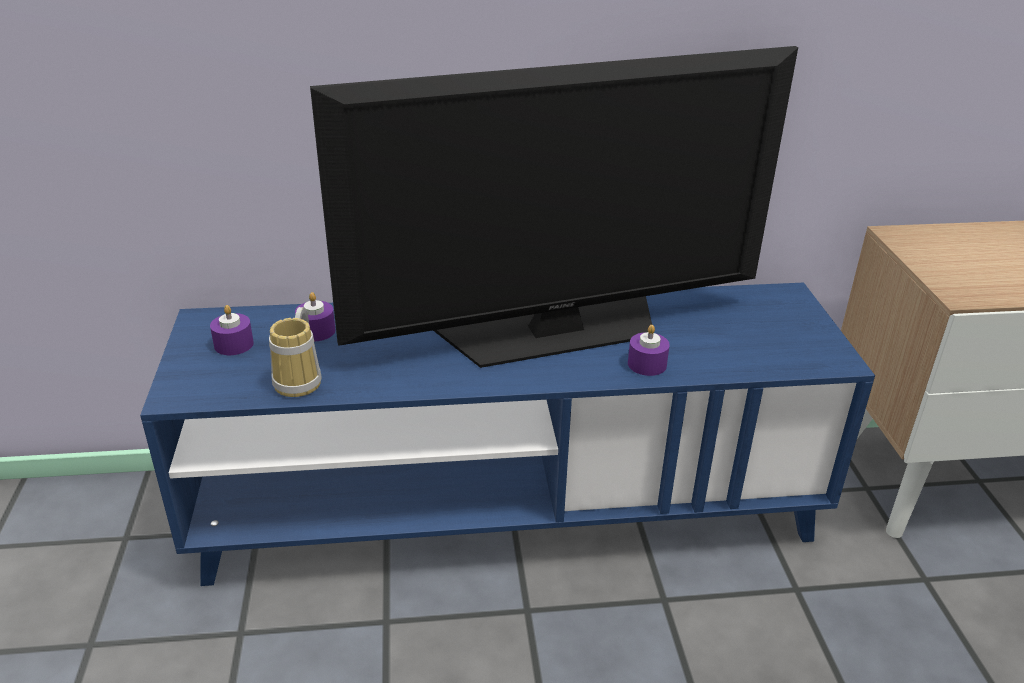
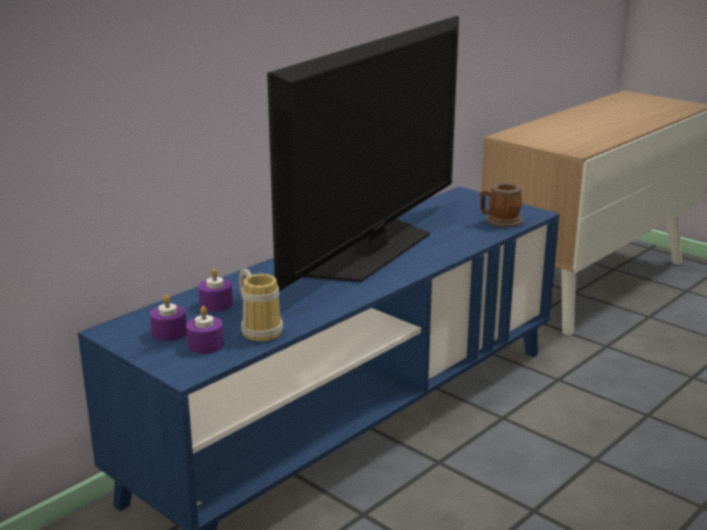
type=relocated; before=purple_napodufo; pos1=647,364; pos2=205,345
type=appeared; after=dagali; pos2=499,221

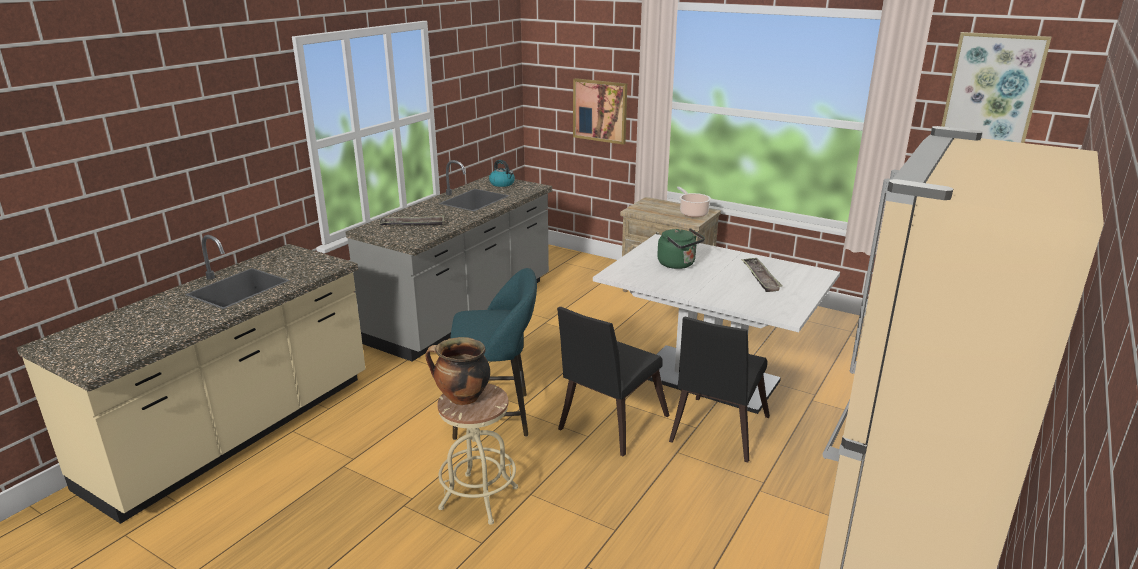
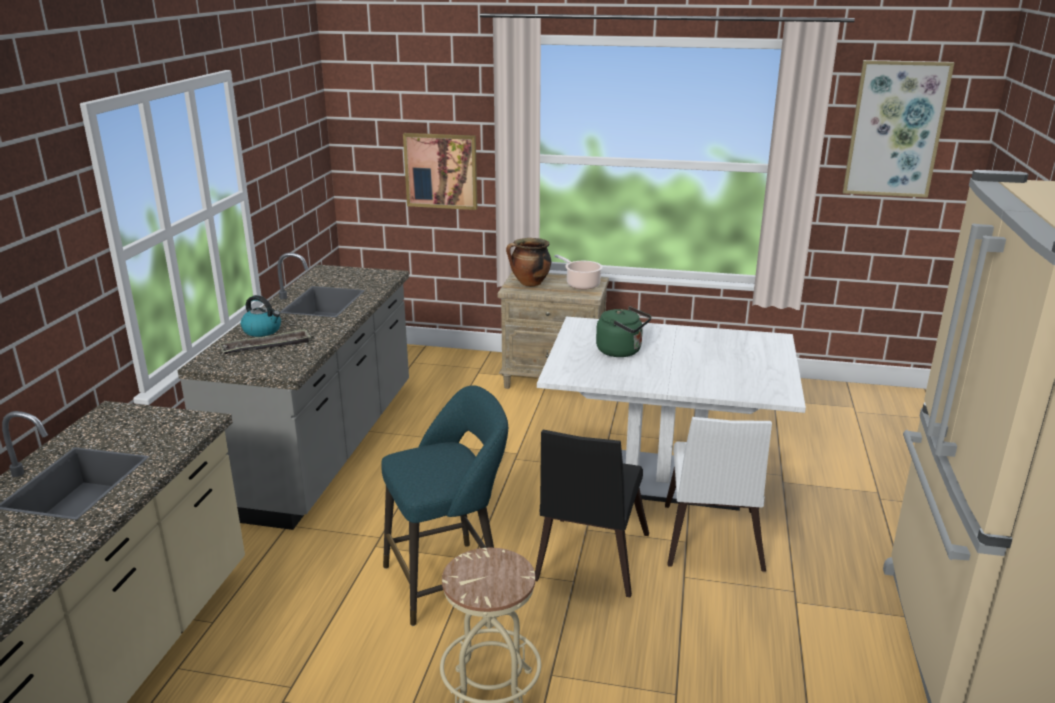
type=relocated; before=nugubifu; pos1=502,184; pos2=263,331
type=relocated; before=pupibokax; pos1=462,398; pos2=529,284
type=colour; before=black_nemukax; after=white_nemukax; pos1=716,432; pos2=710,542
type=missing; before=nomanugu; pos1=760,277

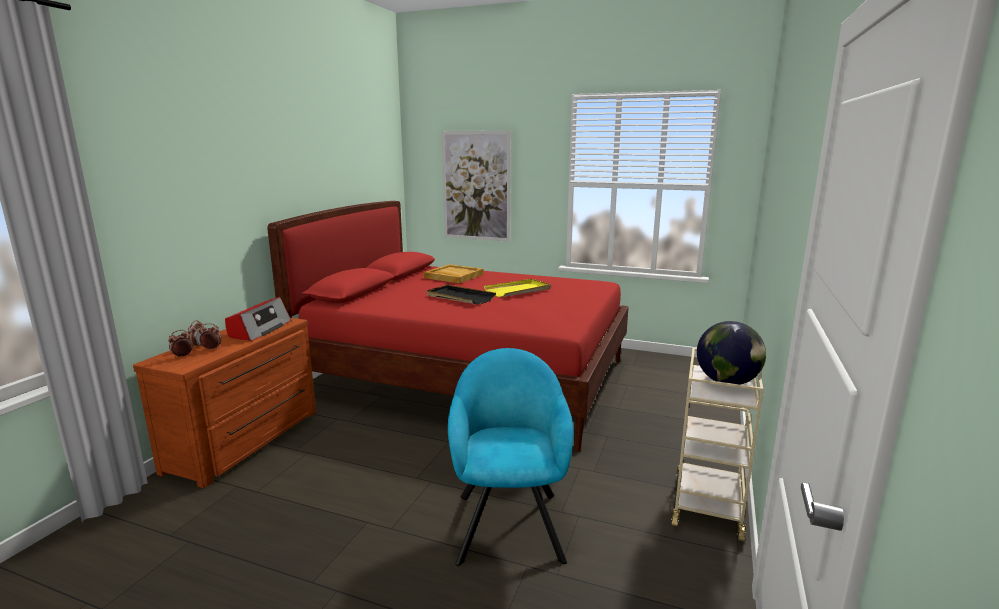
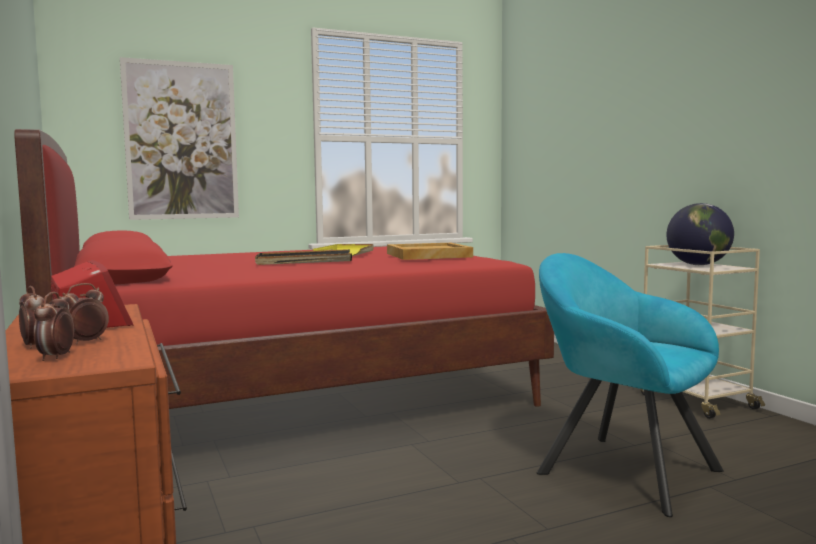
type=relocated; before=beige_nomanugu; pos1=453,276; pos2=428,255

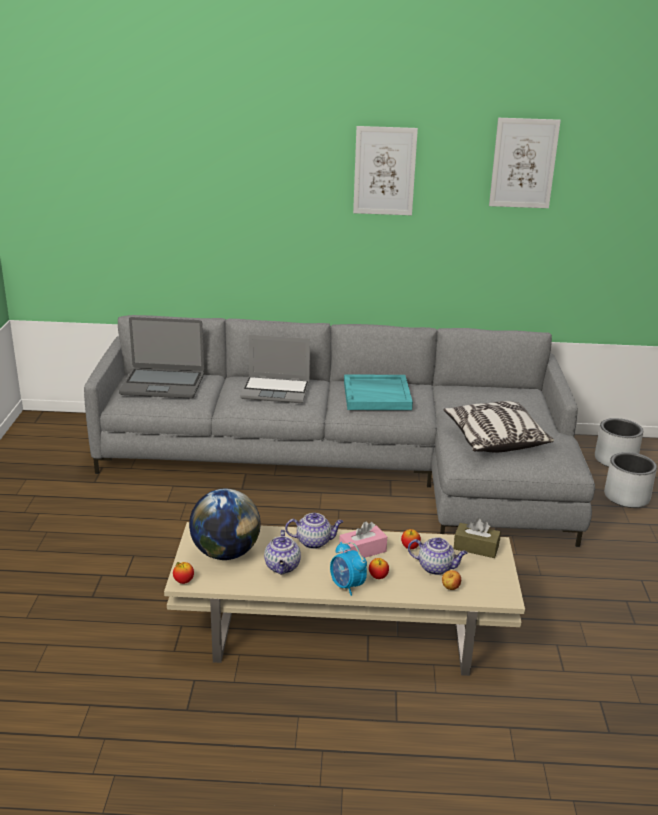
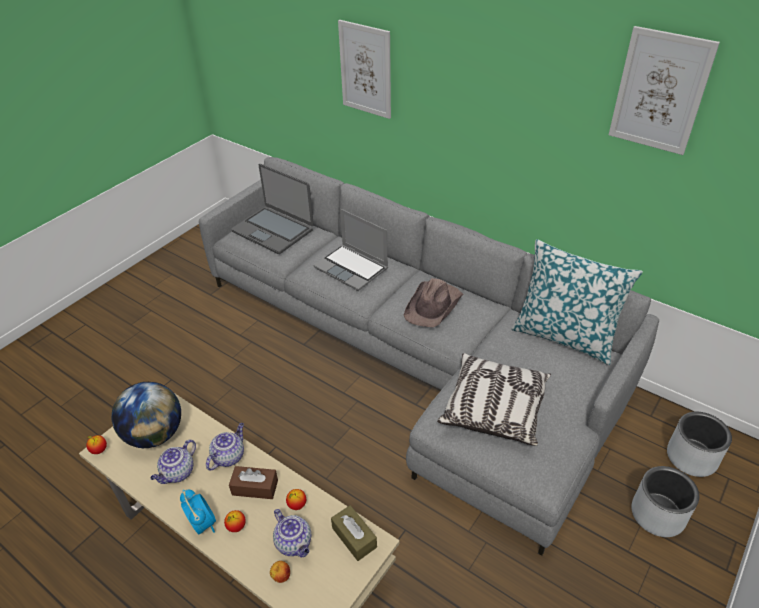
type=spun; before=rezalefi; pos1=347,586; pos2=202,523; turn=150
type=spun; before=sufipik; pos1=314,542; pos2=229,456; turn=-90
type=colour; before=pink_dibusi; after=brown_dibusi; pos1=362,551; pos2=255,487
type=relocated; before=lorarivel; pos1=384,171; pos2=365,69
type=exchanged; before=turquoise_nomanugu; after=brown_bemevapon; pos1=377,395; pos2=434,305
type=appeared; after=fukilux; pos2=564,336

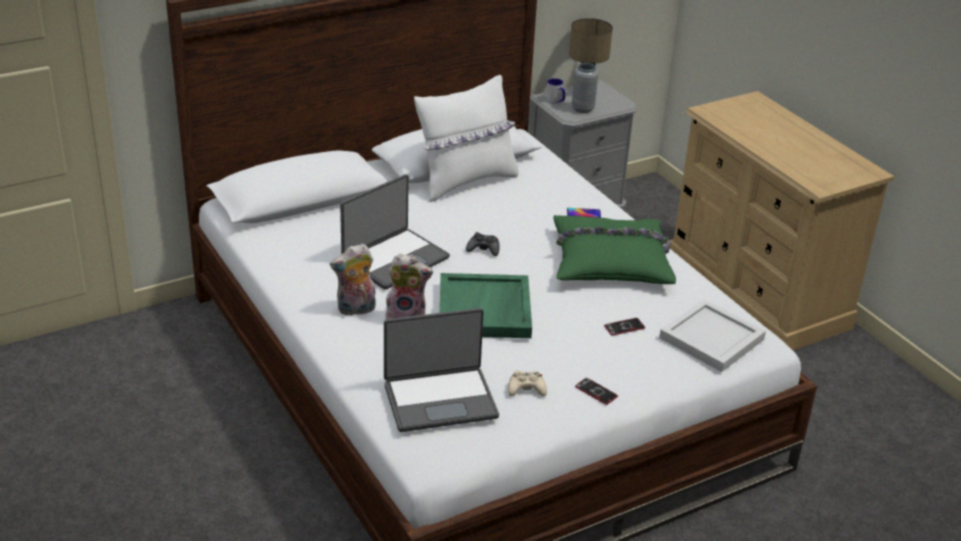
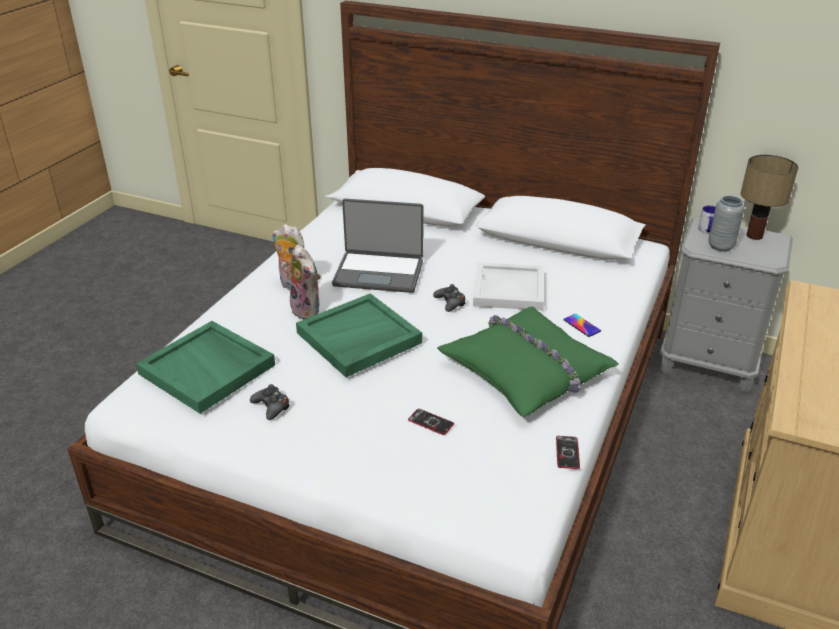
type=exchanged; before=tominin; after=green_nomanugu; pos1=440,399; pos2=208,369
type=colour; before=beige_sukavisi; after=black_sukavisi; pos1=526,389; pos2=271,407
type=relocated; before=white_nomanugu; pos1=711,337; pos2=510,289
type=relocated; before=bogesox; pos1=596,392; pos2=567,453
type=missing; before=white_fukilux; pos1=466,181

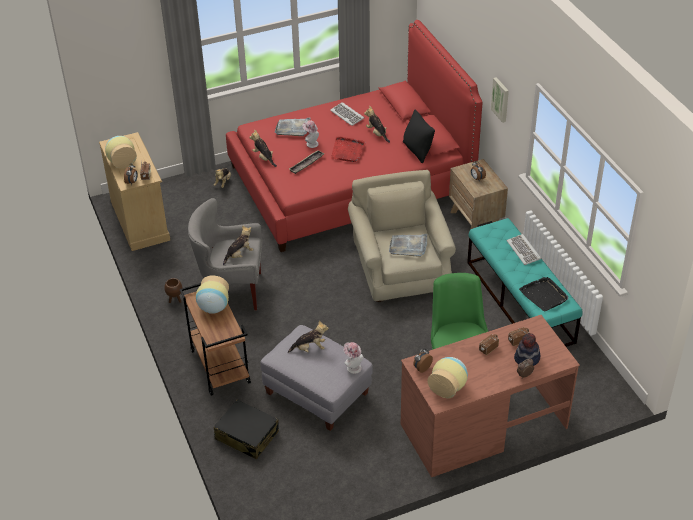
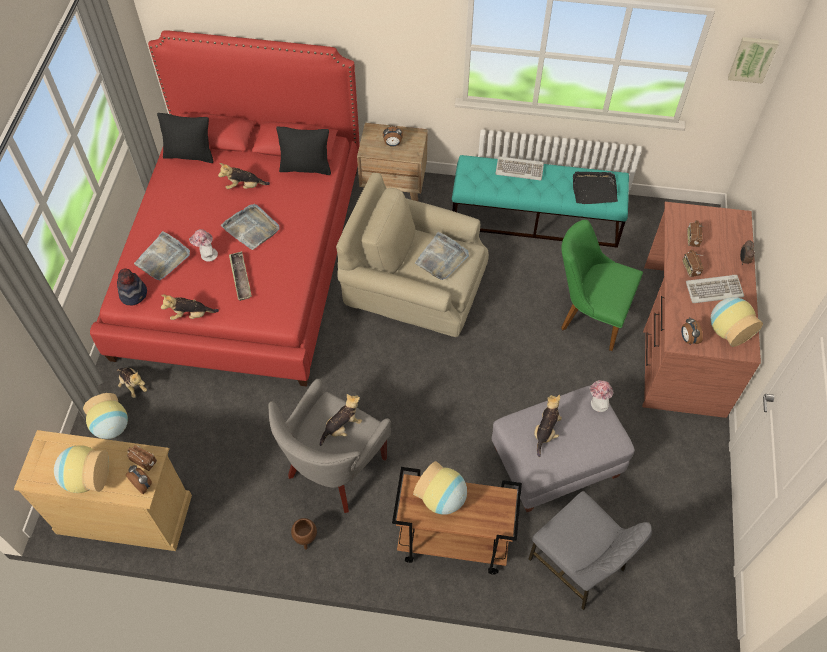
type=appeared; after=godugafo; pos2=111,427
type=relocated; before=bemevapon; pos1=527,358; pos2=134,293
type=appeared; after=black_fukilux; pos2=190,155
type=colour; before=red_nomanugu; after=grey_nomanugu; pos1=347,151; pos2=252,228
type=spun; before=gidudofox; pos1=239,255; pos2=342,427; turn=60
type=exchanged; before=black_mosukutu; after=grey_nemukax; pos1=247,435; pos2=578,564
type=relocated; before=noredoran; pos1=347,115; pos2=714,290
type=relocated; before=lorarivel; pos1=501,99; pos2=752,59

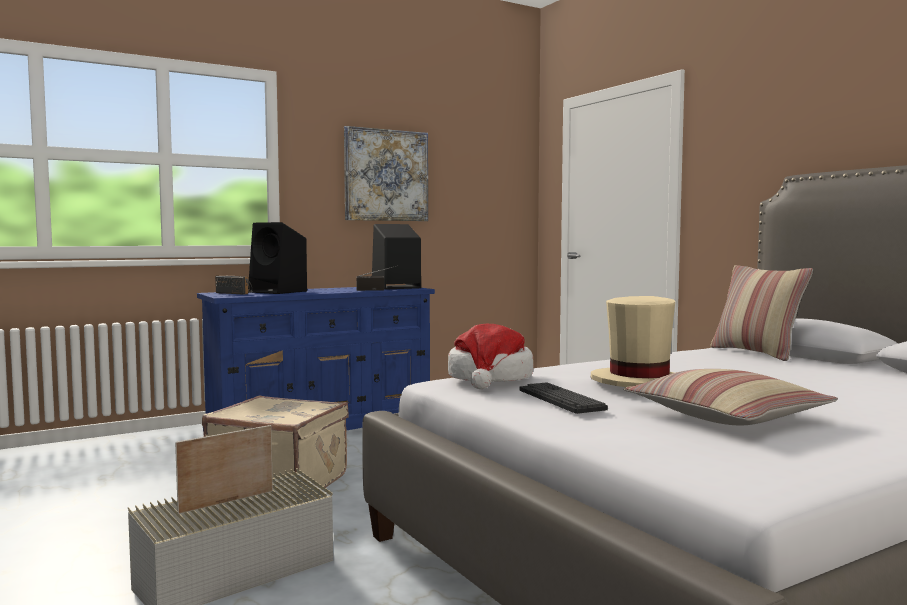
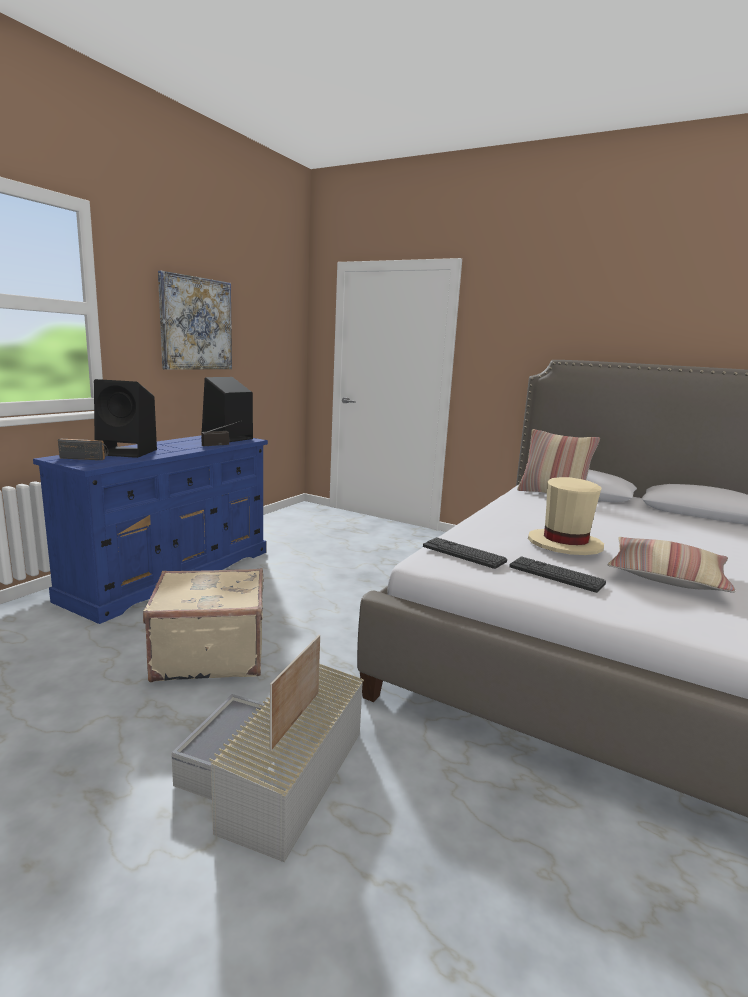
type=exchanged; before=bemevapon; after=noredoran; pos1=490,378; pos2=463,554

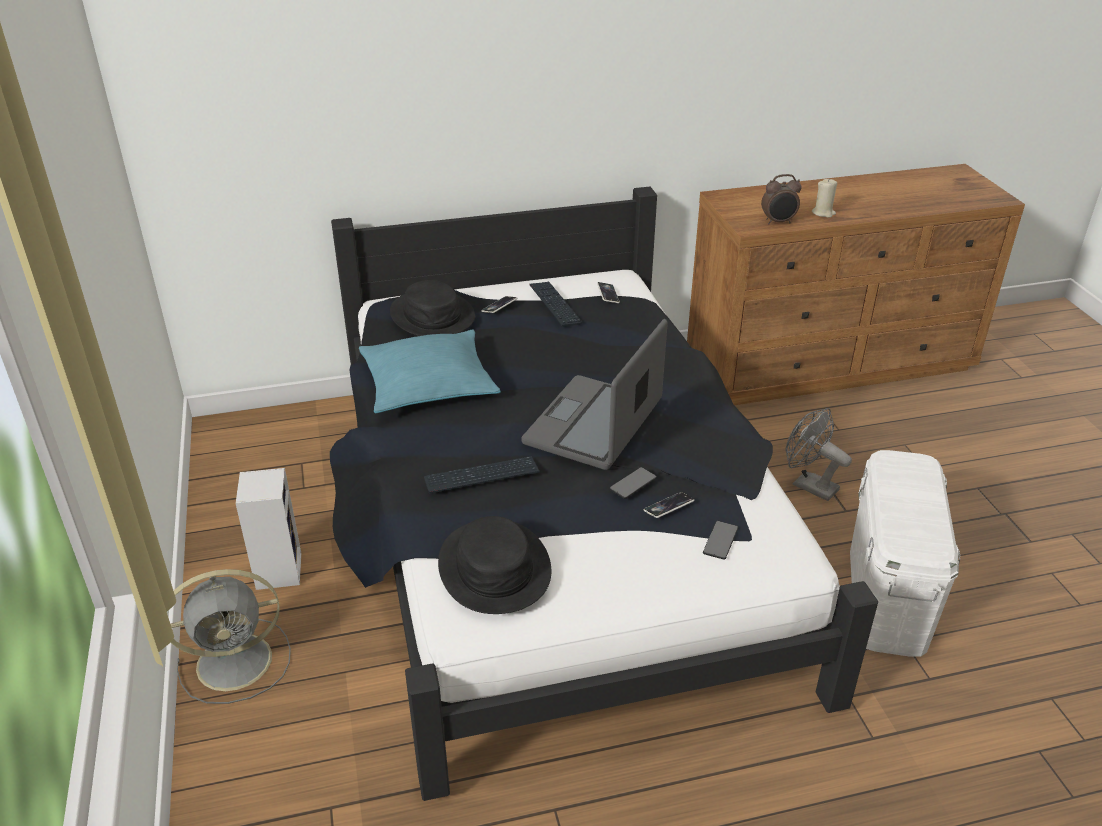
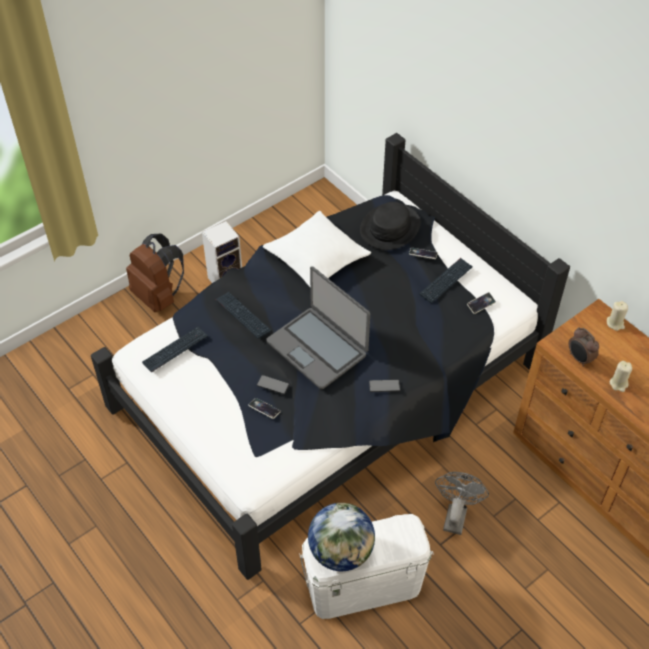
type=exchanged; before=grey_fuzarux; after=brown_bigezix; pos1=238,661; pos2=159,296
type=exchanged; before=black_bemevapon; after=noredoran; pos1=494,568; pos2=175,350
type=colour; before=turquoise_fukilux; after=white_fukilux; pos1=428,385; pos2=316,258
type=spun; before=tominin; pos1=594,424; pos2=317,348; turn=-135
type=appeared; after=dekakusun; pos2=341,552
type=relocated; before=bogesox; pos1=720,541; pos2=384,386
type=appeared; after=beige_napodufo; pos2=615,323

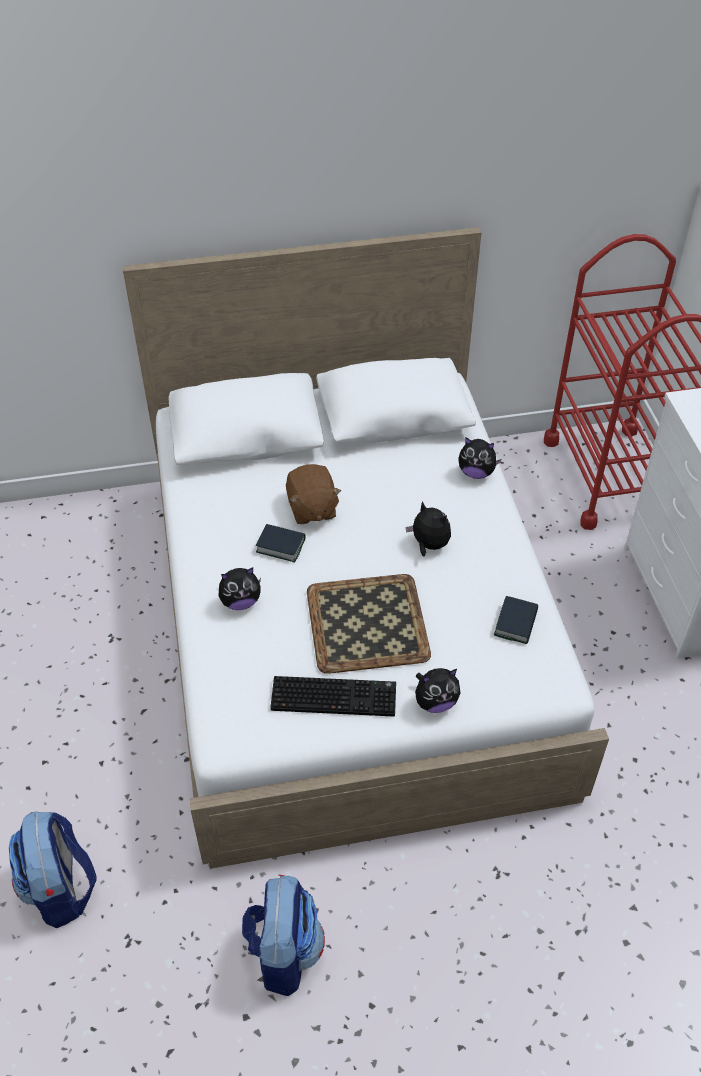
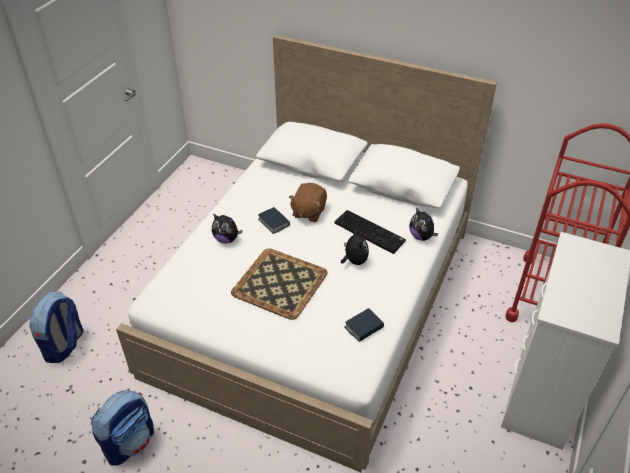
type=relocated; before=noredoran; pos1=335,696; pos2=370,232
type=missing; before=gidudofox; pos1=435,702

